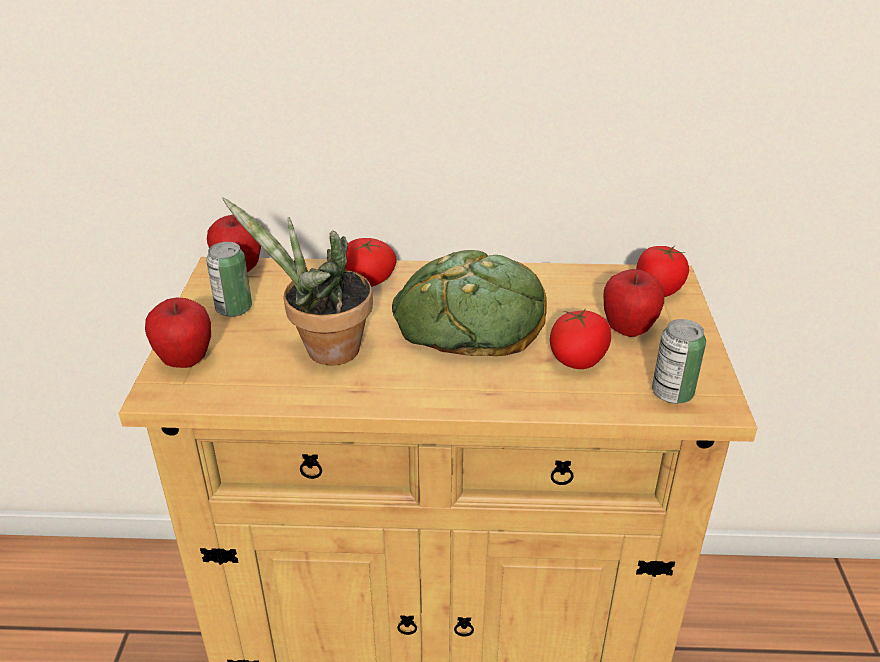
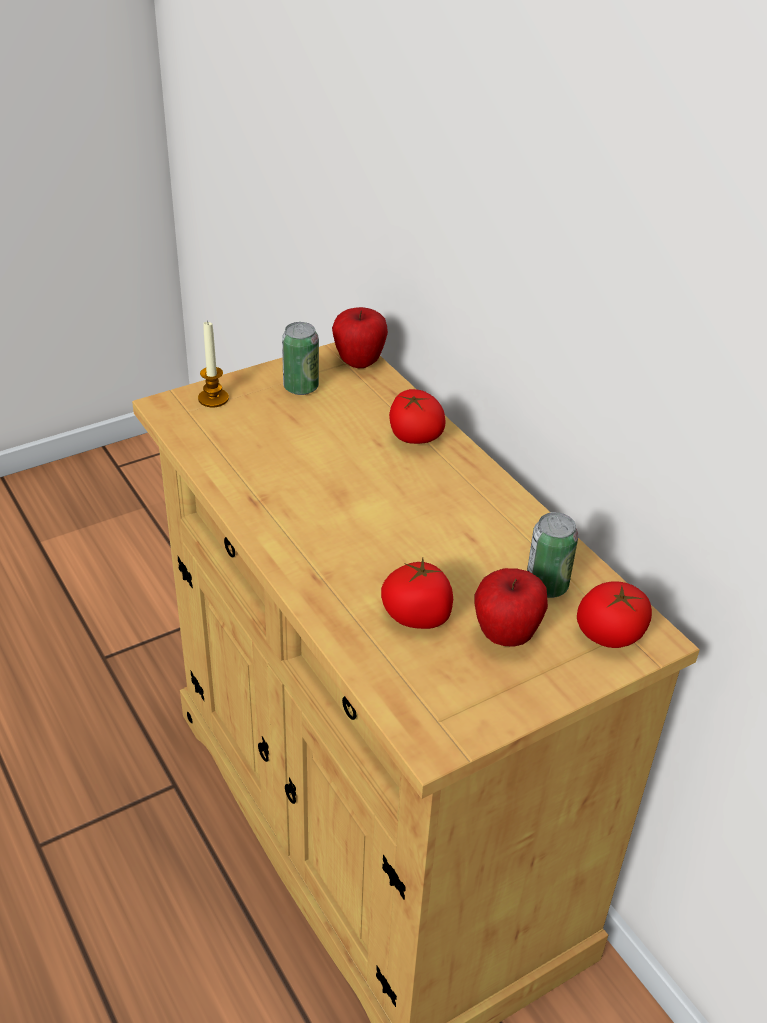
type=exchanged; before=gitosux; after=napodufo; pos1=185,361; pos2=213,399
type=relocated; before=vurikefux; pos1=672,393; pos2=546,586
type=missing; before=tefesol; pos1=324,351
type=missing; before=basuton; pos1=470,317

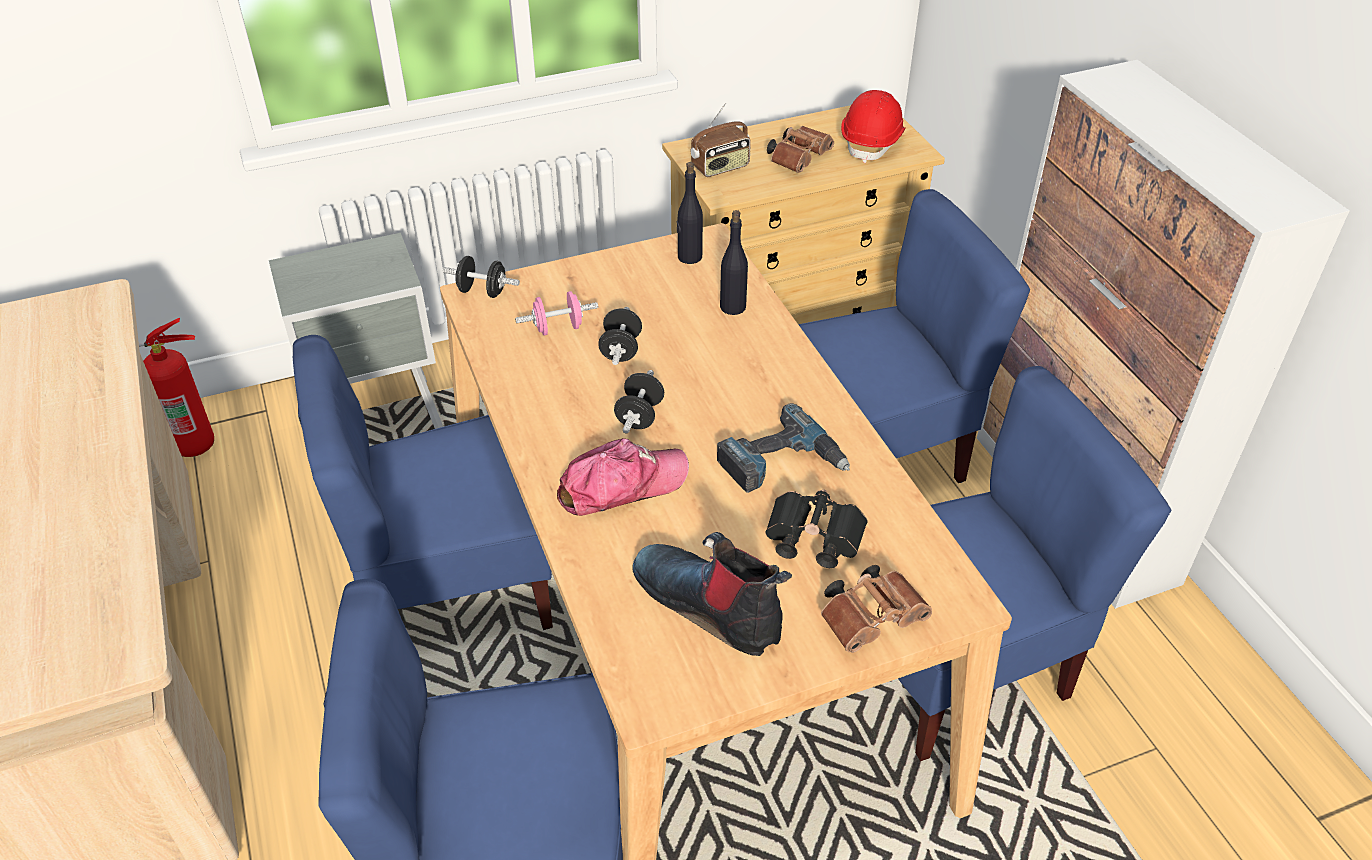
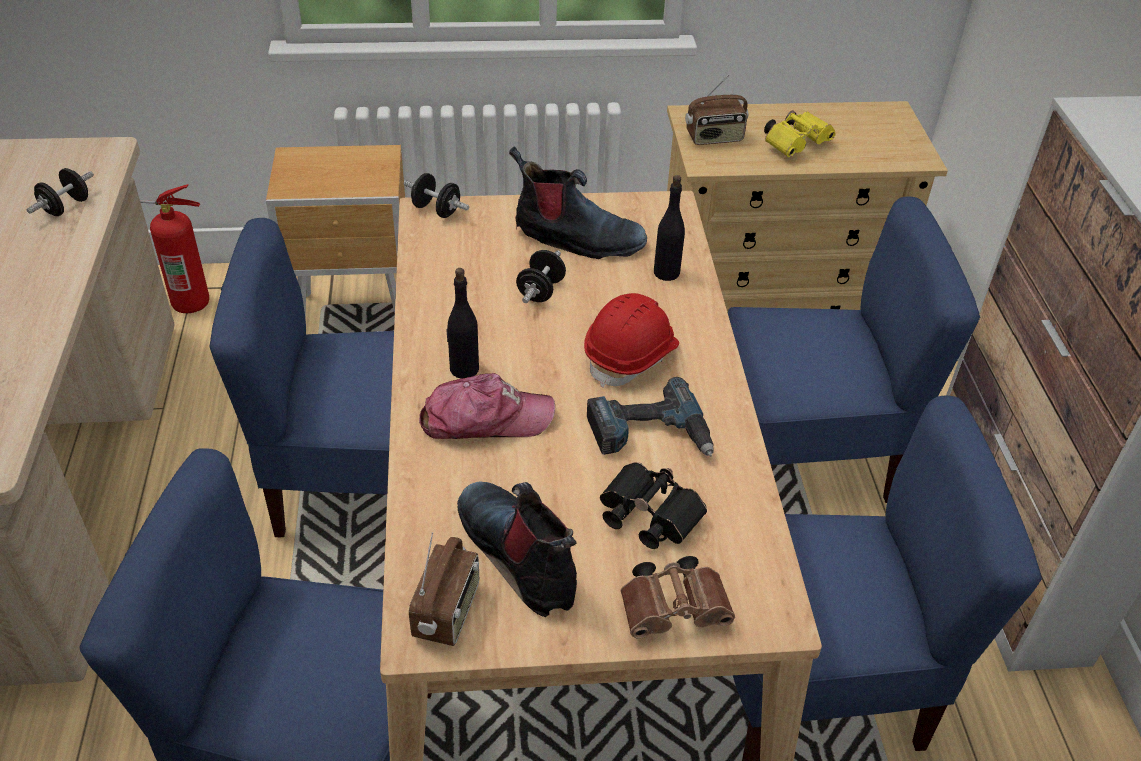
type=relocated; before=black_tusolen; pos1=639,416; pos2=66,207
type=colour; before=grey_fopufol; after=brown_fopufol; pos1=382,421; pos2=357,318
type=appeared; after=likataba; pos2=448,612
type=relocated; before=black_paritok; pos1=689,257; pos2=464,369
type=appeared; after=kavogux; pos2=576,239
type=relocated; before=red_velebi; pos1=872,142; pos2=631,356
type=colour; before=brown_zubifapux; after=yellow_zubifapux; pos1=799,159; pos2=797,144
type=missing; before=pink_tusolen; pos1=558,328

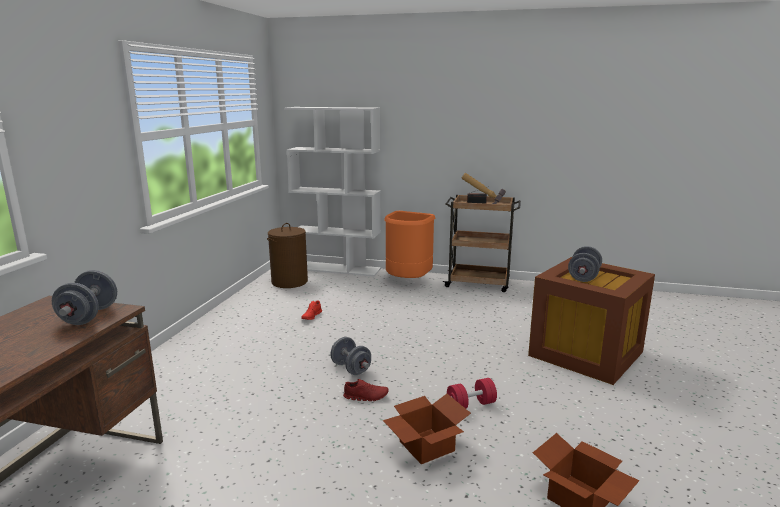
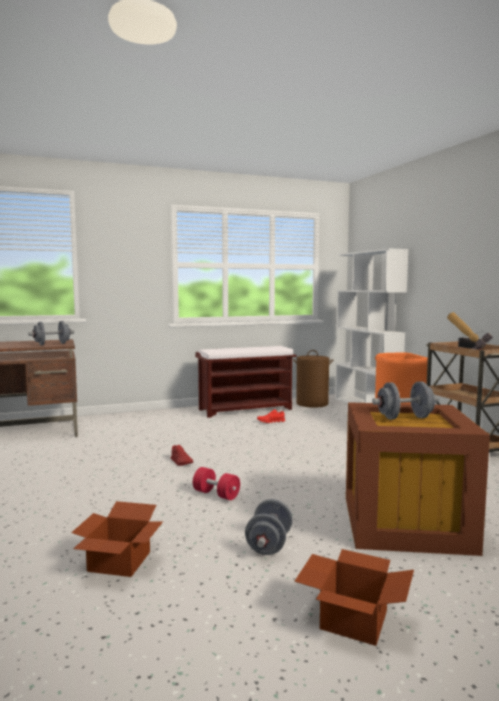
type=appeared; after=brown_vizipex; pos2=246,409
type=relocated; before=grey_tusolen; pos1=351,368; pos2=269,544
type=relocated; before=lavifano; pos1=425,446; pos2=352,618

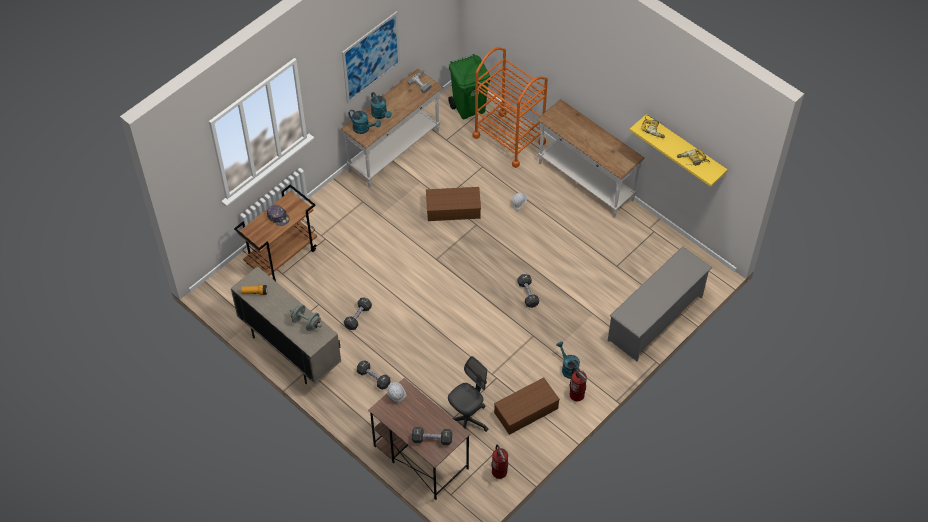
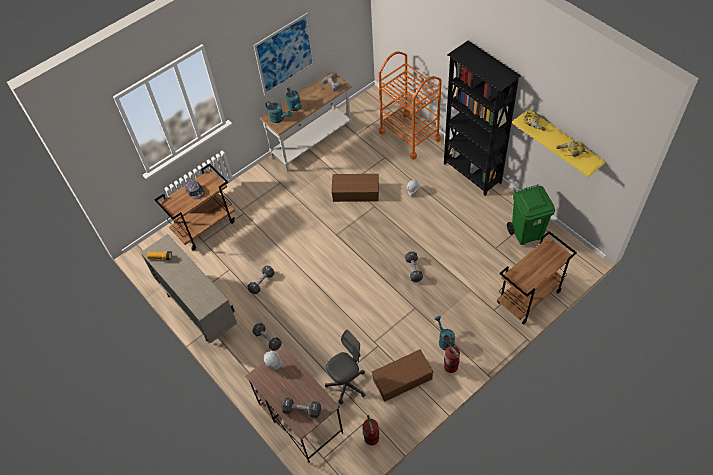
type=exchanged; before=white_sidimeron; after=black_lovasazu; pos1=585,182; pos2=472,174
type=exchanged; before=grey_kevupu; after=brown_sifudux; pos1=656,318; pos2=529,298
type=relocated; before=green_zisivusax; pos1=469,108; pos2=526,233
type=missing; before=grey_tusolen; pos1=306,323

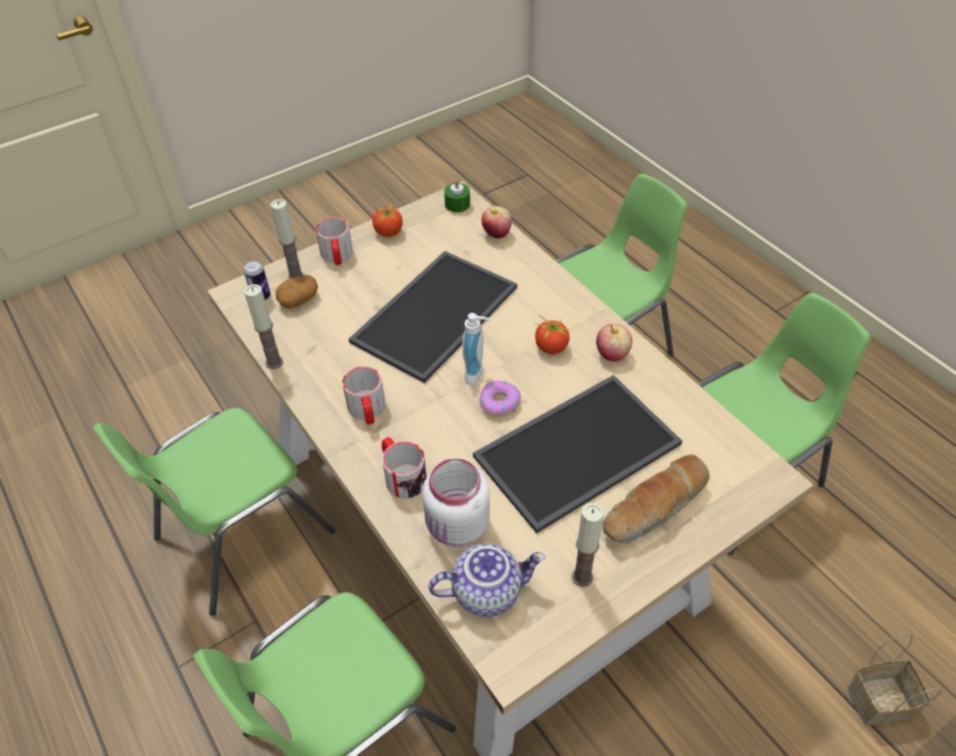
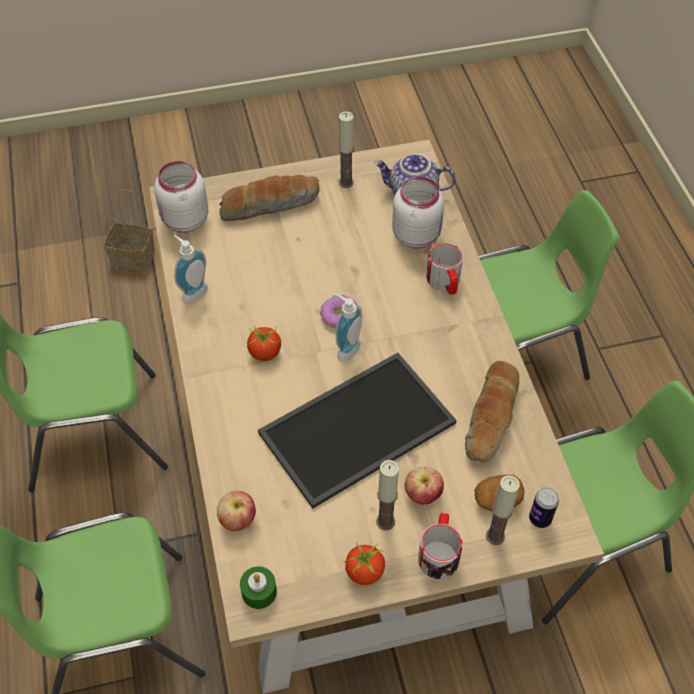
type=appeared; after=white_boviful; pos2=184,221
type=appeared; after=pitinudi; pos2=192,292
type=relocated; before=napodufo; pos1=274,362; pos2=385,521
type=relocated; before=gitosux; pos1=612,354; pos2=422,494
type=appeared; after=basuton; pos2=492,419
type=missing; before=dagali; pos1=367,410
type=missing; before=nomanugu; pos1=577,453

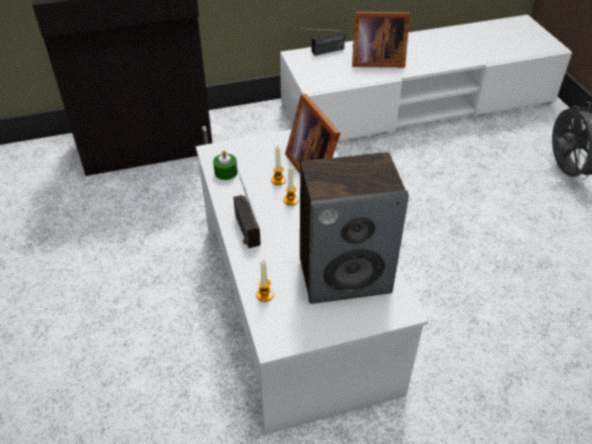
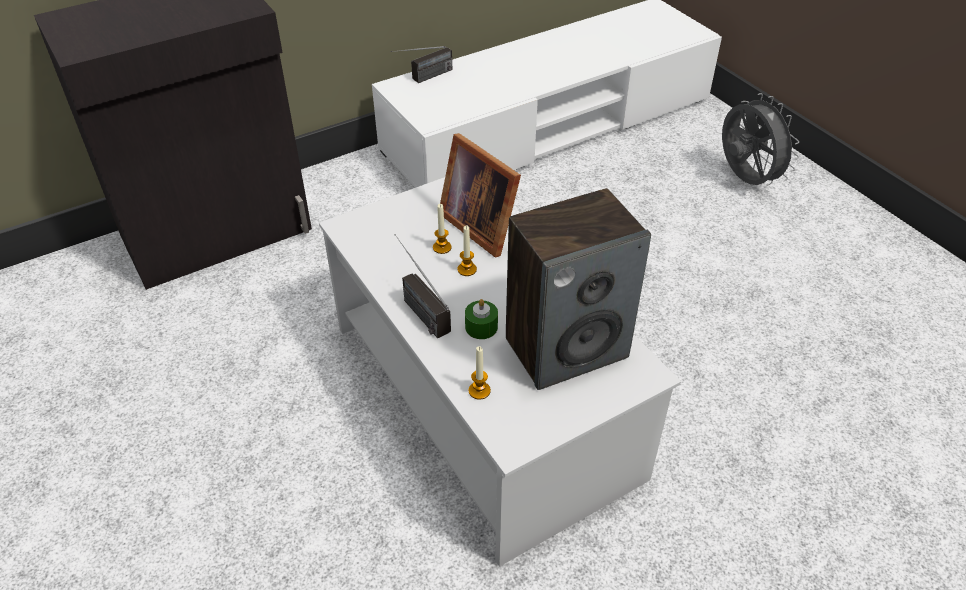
type=relocated; before=green_napodufo; pos1=226,172; pos2=481,327
type=missing; before=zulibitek; pos1=375,61

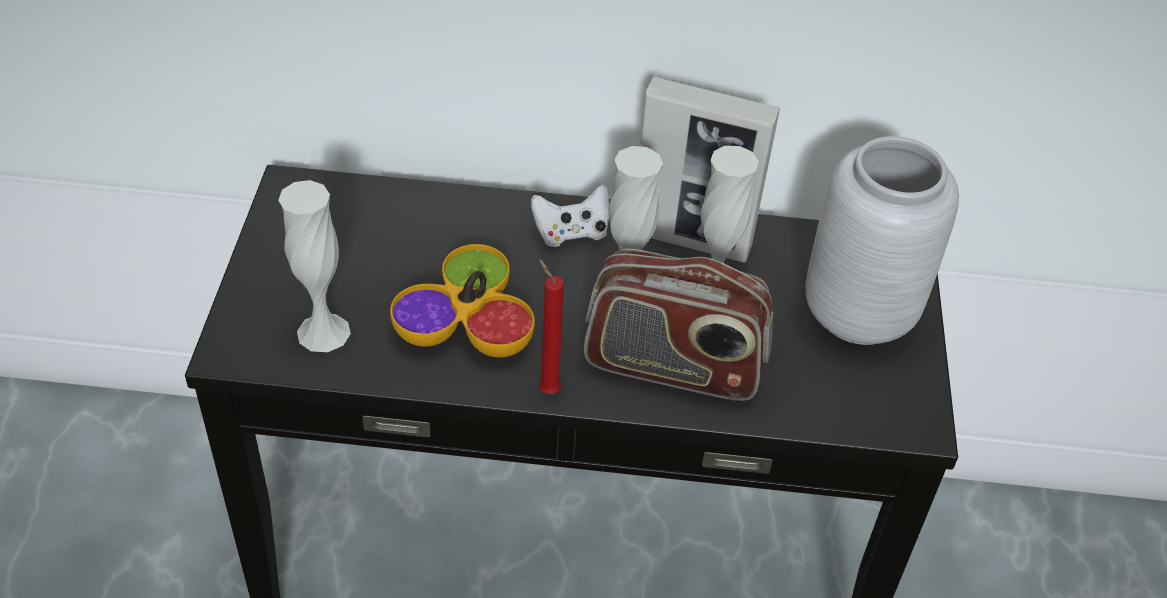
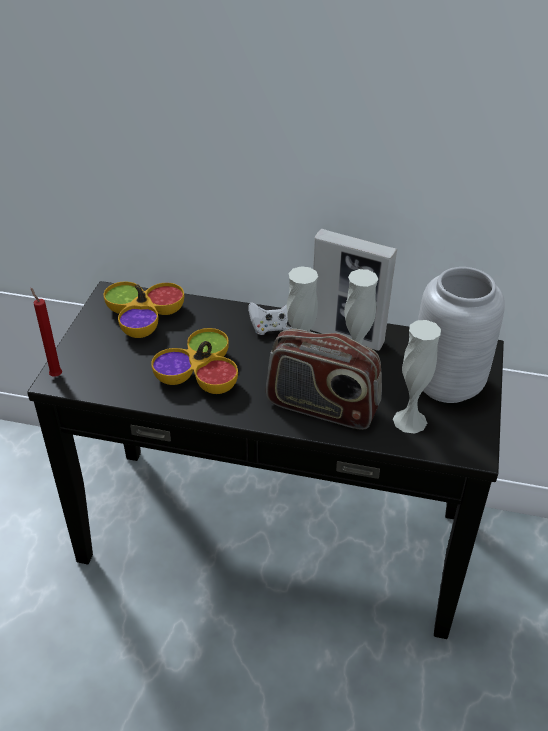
type=relocated; before=red_napodufo; pos1=546,389; pos2=55,375
type=appeared; after=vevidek; pos2=144,316
type=relocated; before=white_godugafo; pos1=323,332; pos2=410,421

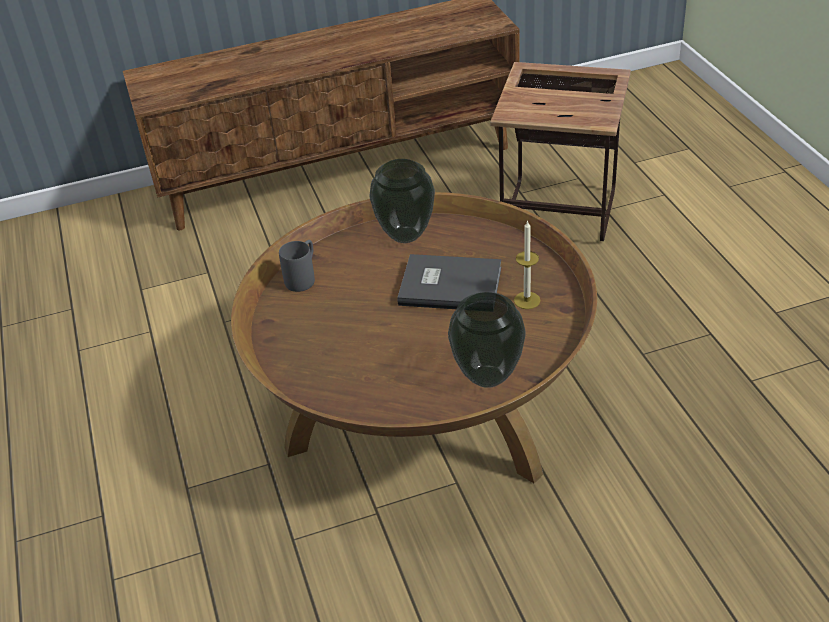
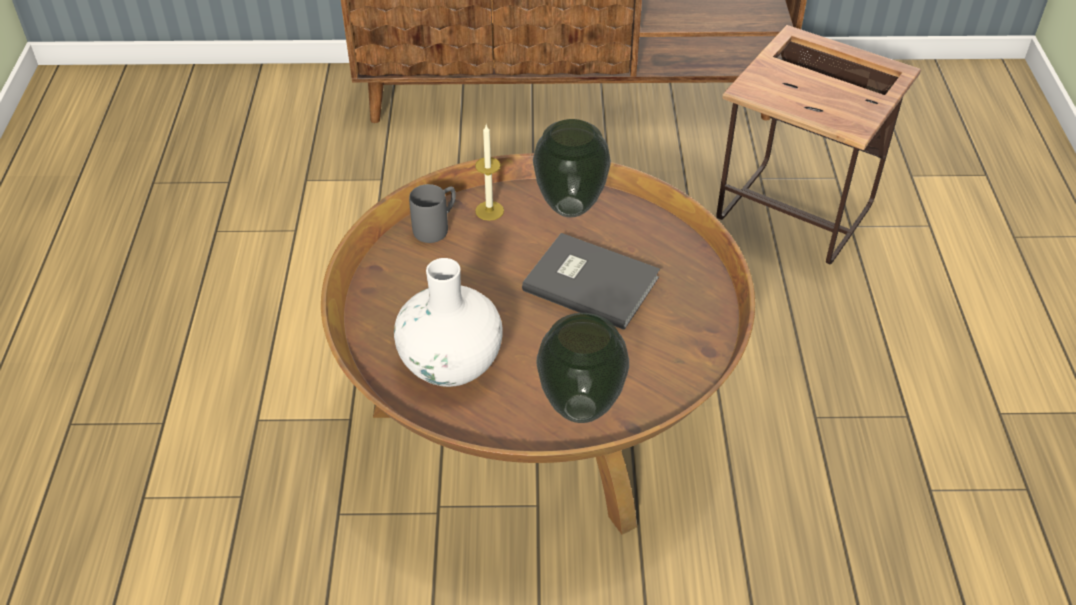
type=appeared; after=white_godugafo; pos2=451,364
type=relocated; before=napodufo; pos1=527,300; pos2=489,211

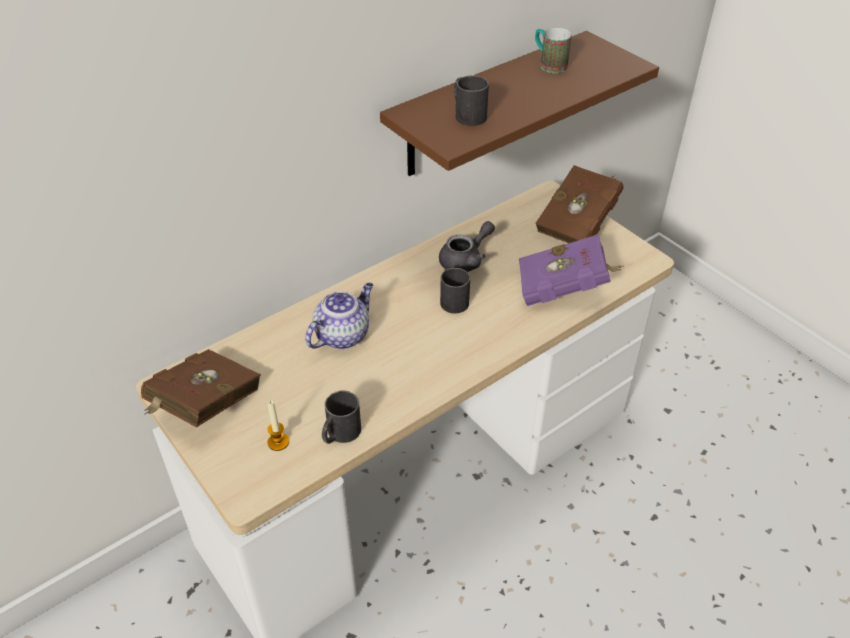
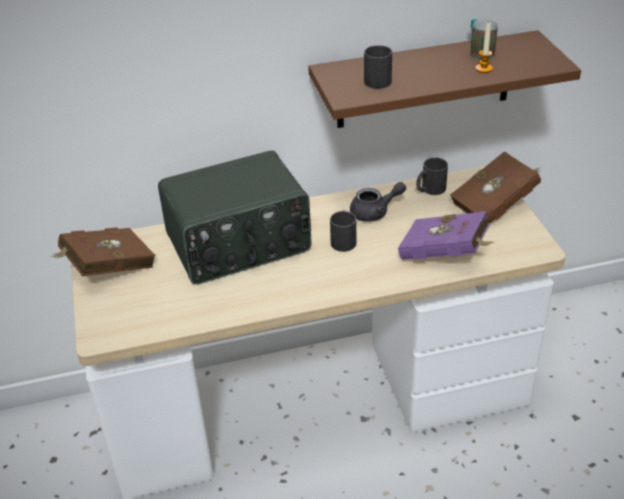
type=exchanged; before=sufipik; after=likataba; pos1=342,335; pos2=239,245
type=relocated; before=black_dagali; pos1=340,434; pos2=429,190
type=relocated; before=napodufo; pos1=278,442; pos2=484,69

